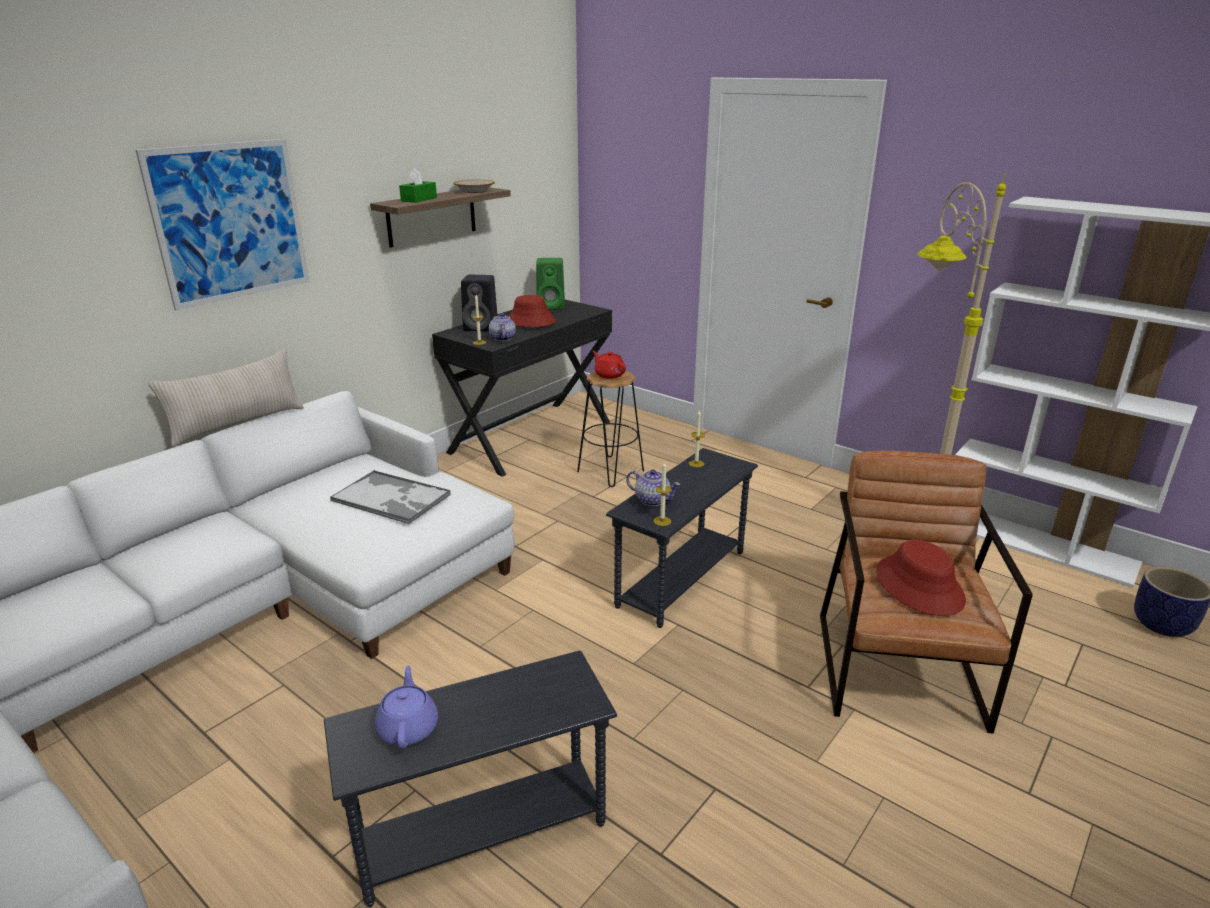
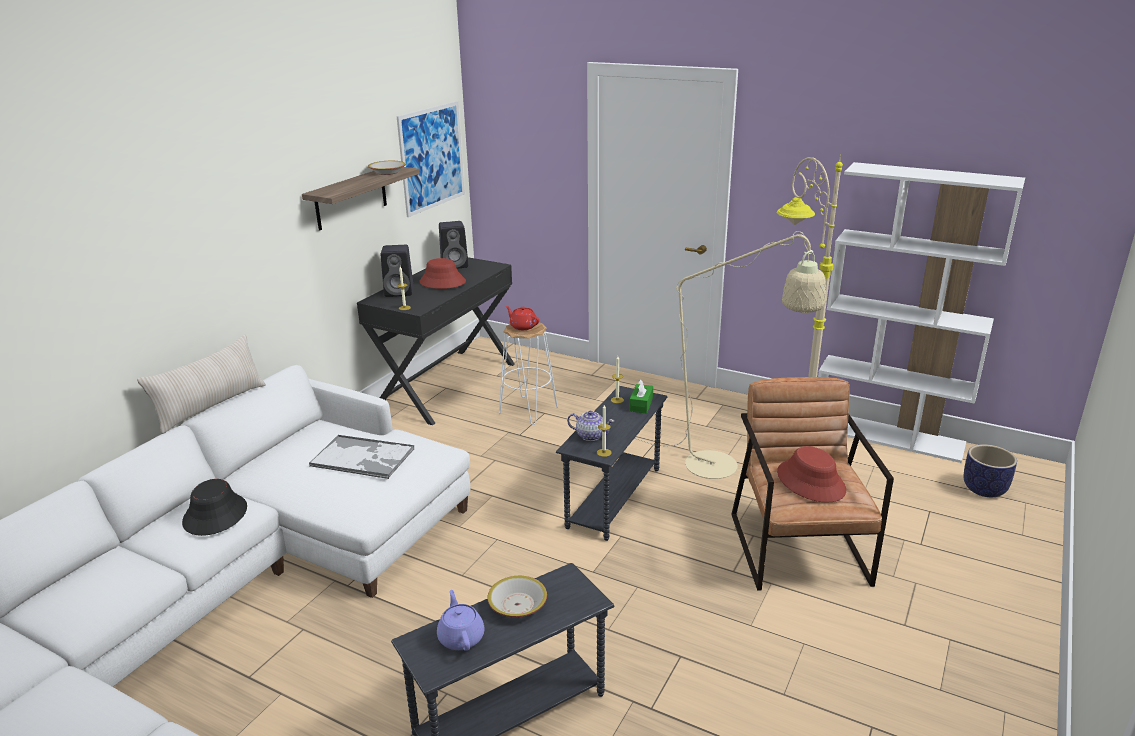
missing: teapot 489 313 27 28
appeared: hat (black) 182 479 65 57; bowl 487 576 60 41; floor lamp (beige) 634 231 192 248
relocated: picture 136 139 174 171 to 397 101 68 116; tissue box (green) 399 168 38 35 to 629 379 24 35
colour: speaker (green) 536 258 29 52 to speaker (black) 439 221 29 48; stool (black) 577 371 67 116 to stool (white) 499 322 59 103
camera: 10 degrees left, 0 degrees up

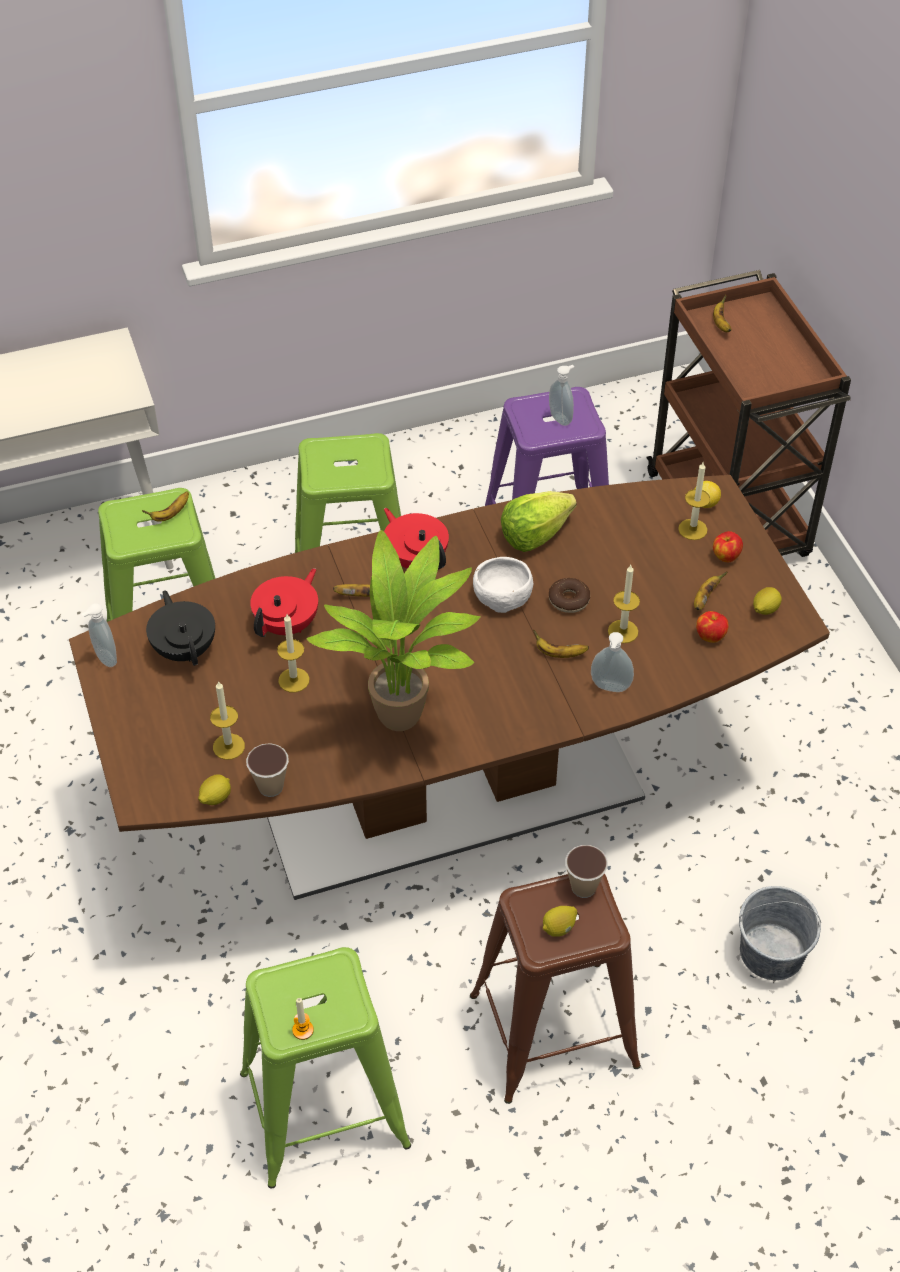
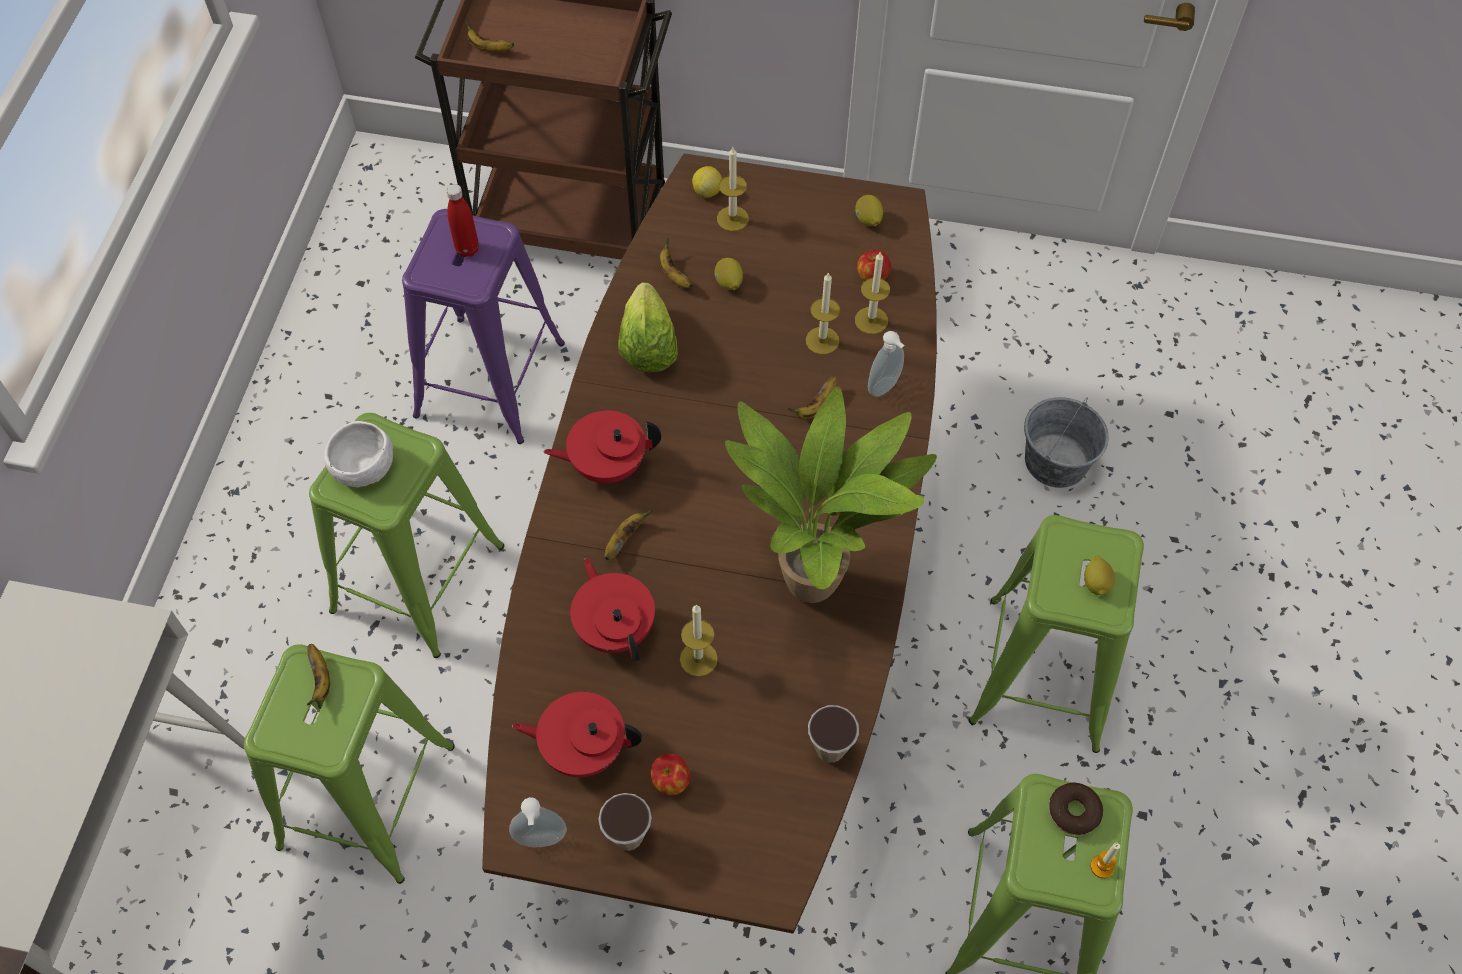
relocated: lemon 198 774 33 31 to 715 258 28 32; candle 210 681 35 79 to 855 252 35 82; bowl (white) 473 557 60 56 to 324 421 69 66; donut 549 578 41 35 to 1048 783 55 52; cup 565 845 43 53 to 598 793 54 58; banana 694 571 34 39 to 659 237 34 51; apple 713 531 30 31 to 651 754 39 41
exchanged: soap dispenser 549 365 25 61 to bottle (red) 447 184 32 73
colour: teapot (black) 146 590 69 76 to teapot (red) 512 692 130 85; stool (brown) 470 874 171 230 to stool (green) 969 515 175 238
camera: 60 degrees left, 10 degrees up

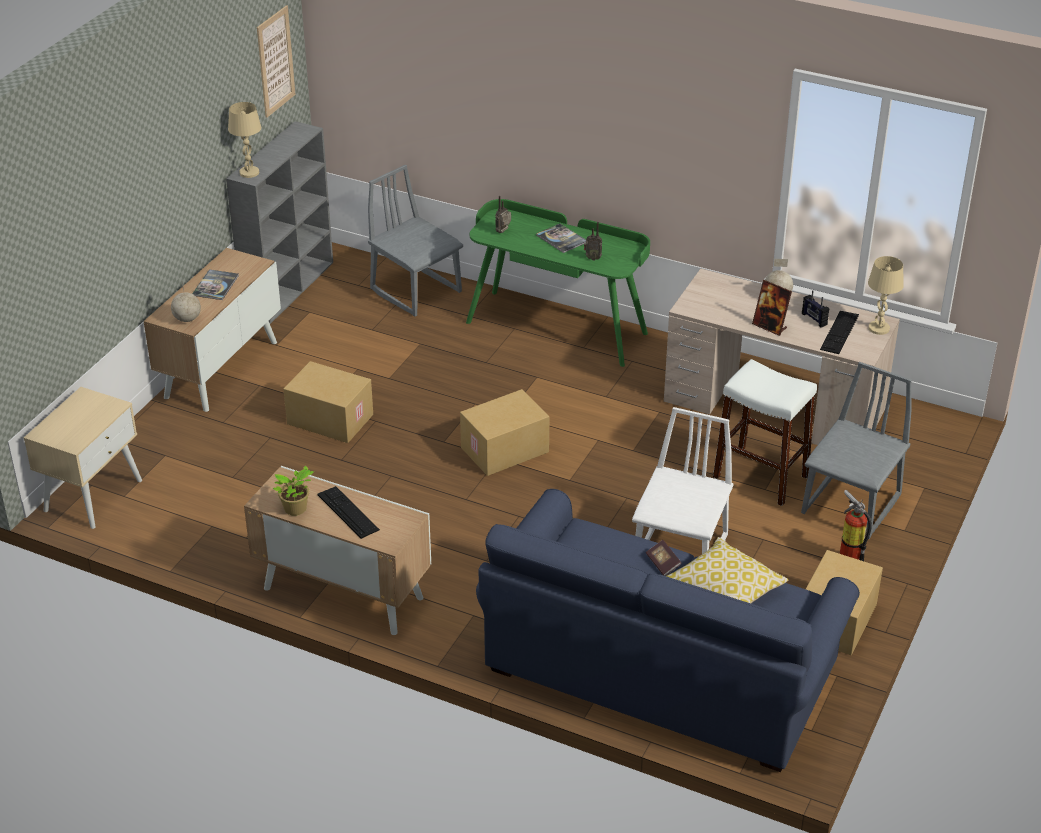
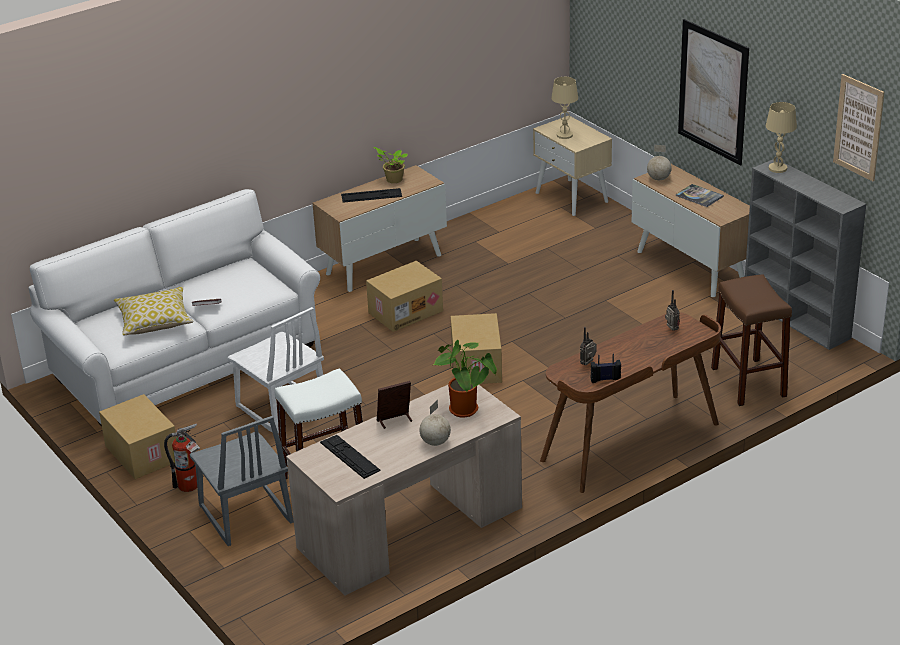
missing: book 536 224 50 29
appeared: potted plant 433 340 64 78; picture 678 19 71 147
relocated: cardboard box 283 361 90 82 to 366 261 77 71; radio 802 290 27 37 to 590 354 31 29; table lamp (beige) 868 256 36 79 to 551 77 27 62
exchanged: chair (grey) 368 165 95 152 to stool (brown) 711 274 81 132
colour: desk (green) 466 199 184 168 to desk (brown) 540 312 181 181; sofa (blue) 476 489 384 283 to sofa (white) 28 189 292 237
camera: 120 degrees right, 5 degrees down

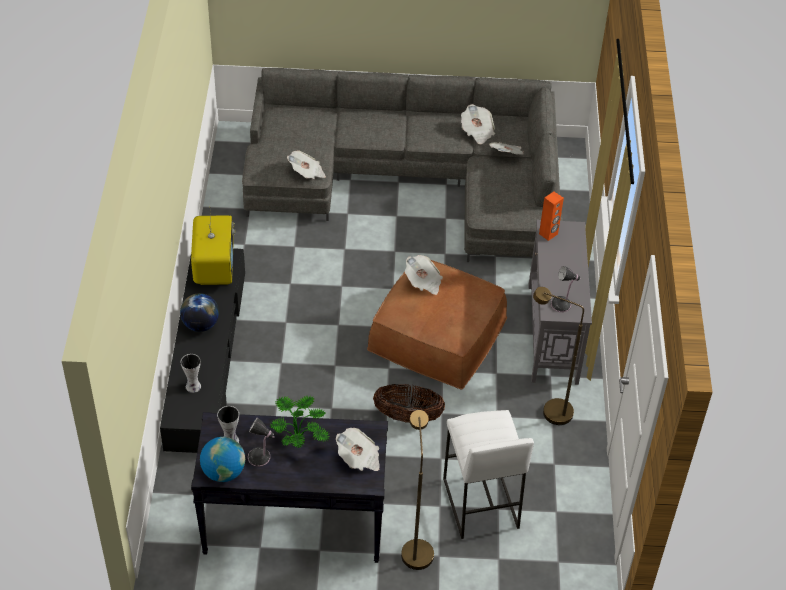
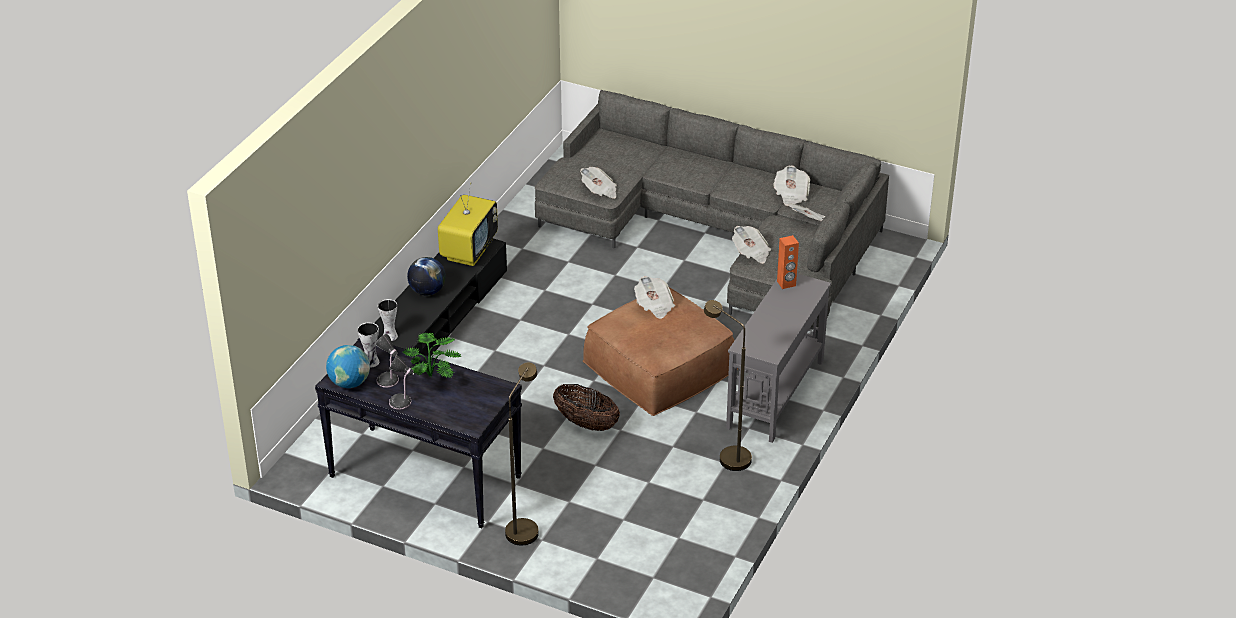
missing: stool (white) 443 410 91 129
relocated: newspaper 336 428 44 43 to 732 226 39 38; table lamp 551 266 30 46 to 389 355 25 55
camera: 25 degrees right, 10 degrees down

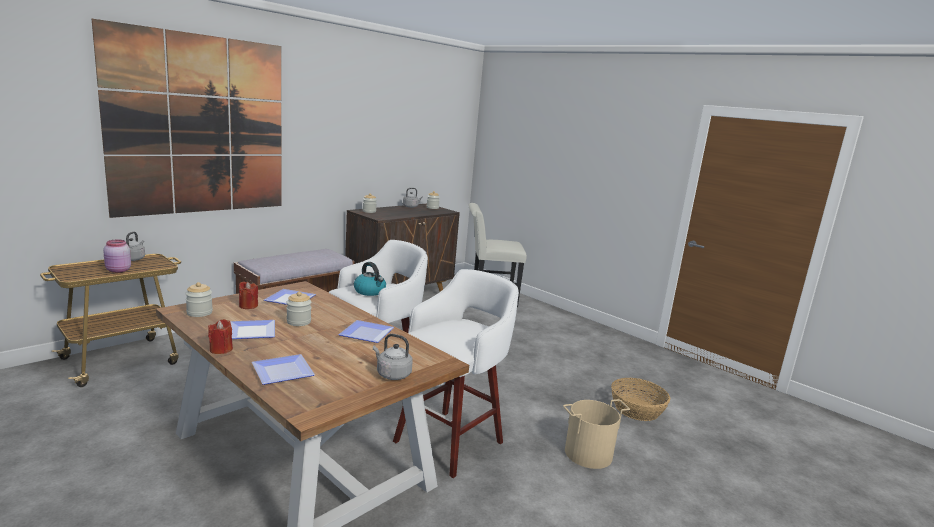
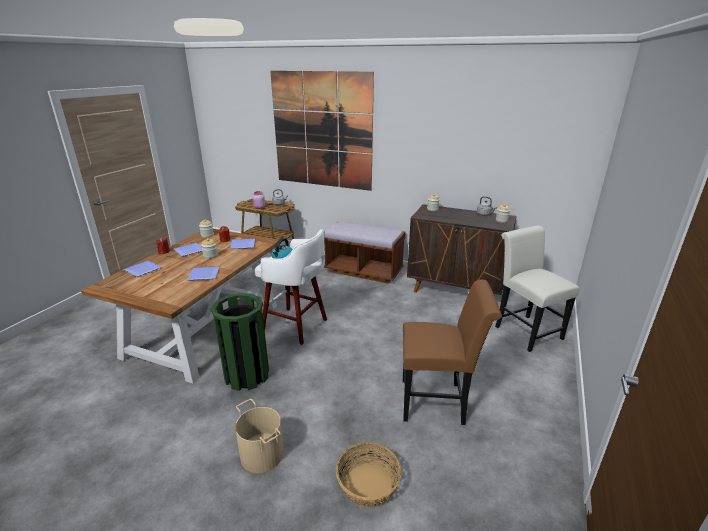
missing: kettle (grey) 373 334 40 46
appeared: chair (brown) 403 280 99 145
exchanged: stool (white) 393 269 126 209 to trash can (green) 211 293 58 98
camera: 70 degrees right, 10 degrees up

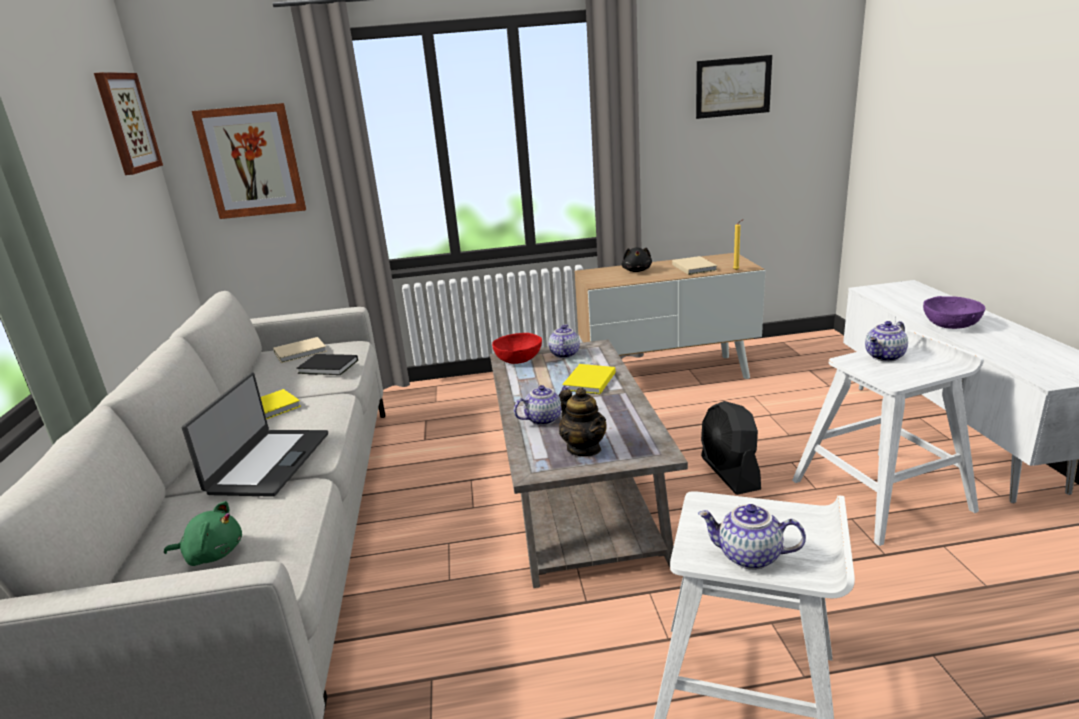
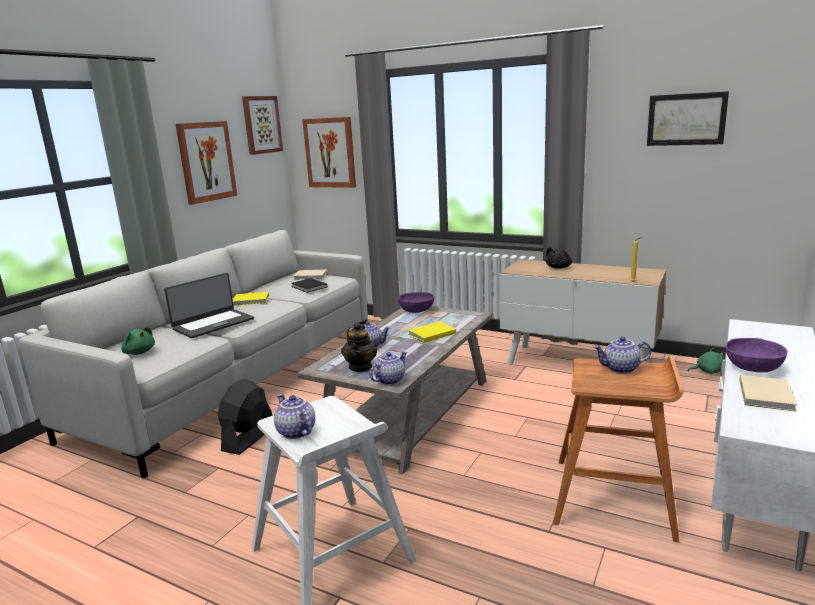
appeared: picture 175 121 62 84; plush toy (green) 688 348 36 26
relocated: teapot 549 324 31 34 to 370 352 37 33; book (beige) 672 256 45 19 to 740 375 57 37; fan (black) 701 401 60 94 to 217 379 56 76
colour: bowl (red) 492 333 50 31 to bowl (purple) 398 292 36 21; stool (white) 792 330 192 216 to stool (brown) 553 355 130 187
camera: 35 degrees right, 5 degrees down

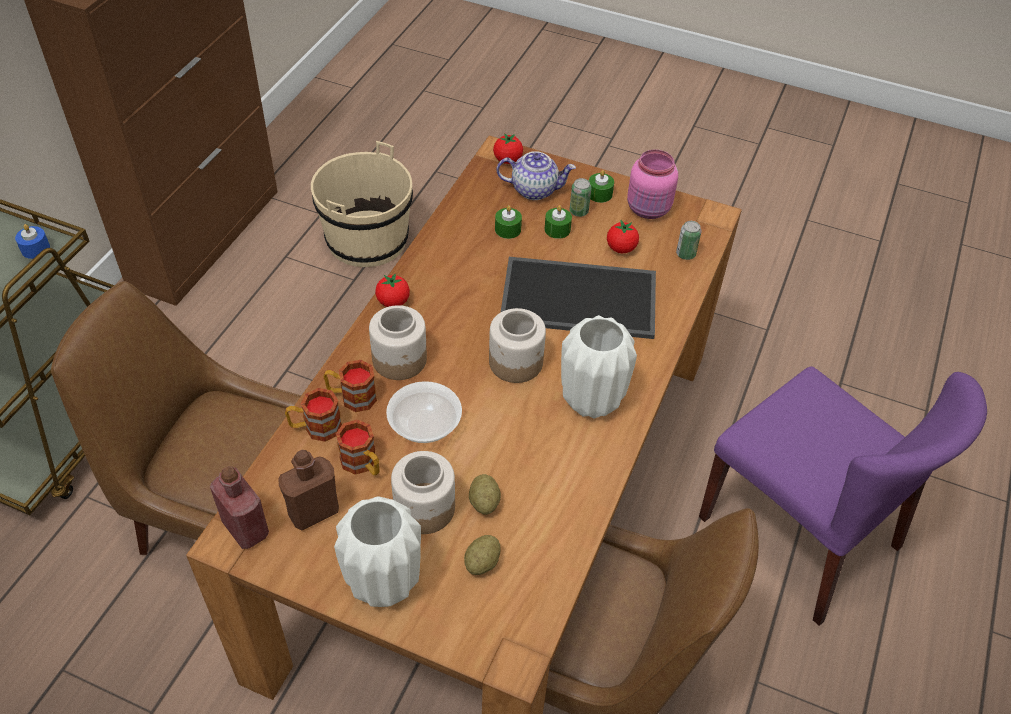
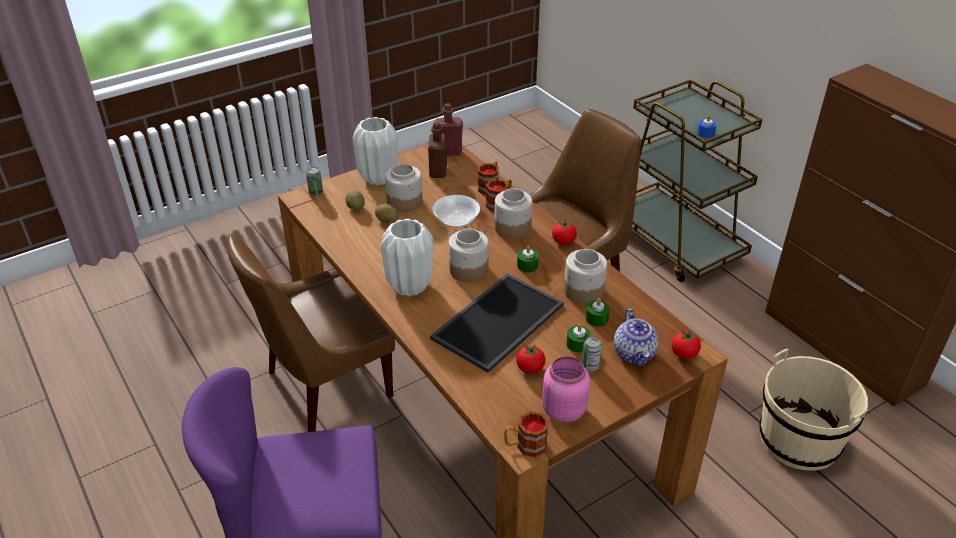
appeared: jar 564 249 43 55
relocated: mug 336 420 43 56 to 504 411 45 46; candle (green) 589 170 25 33 to 517 246 22 27; can 676 221 25 39 to 306 167 17 29
spun: teapot 497 151 79 49 = 614 309 44 57 45 degrees counterclockwise
camera: 125 degrees right, 10 degrees down

